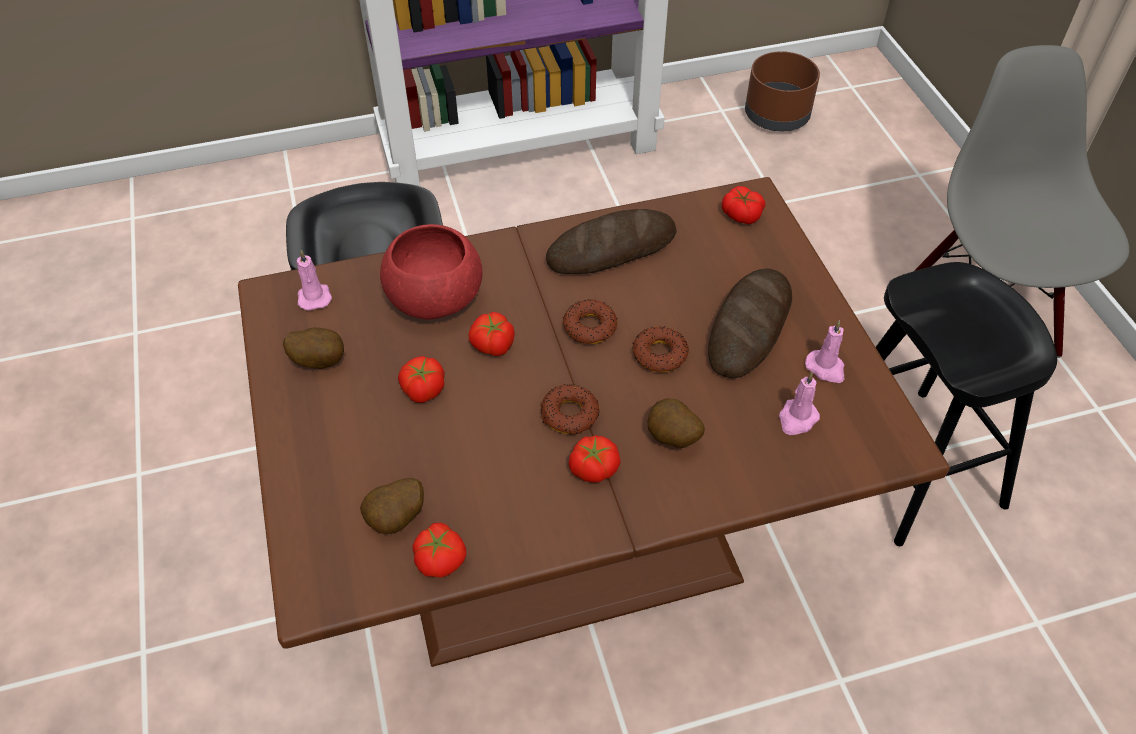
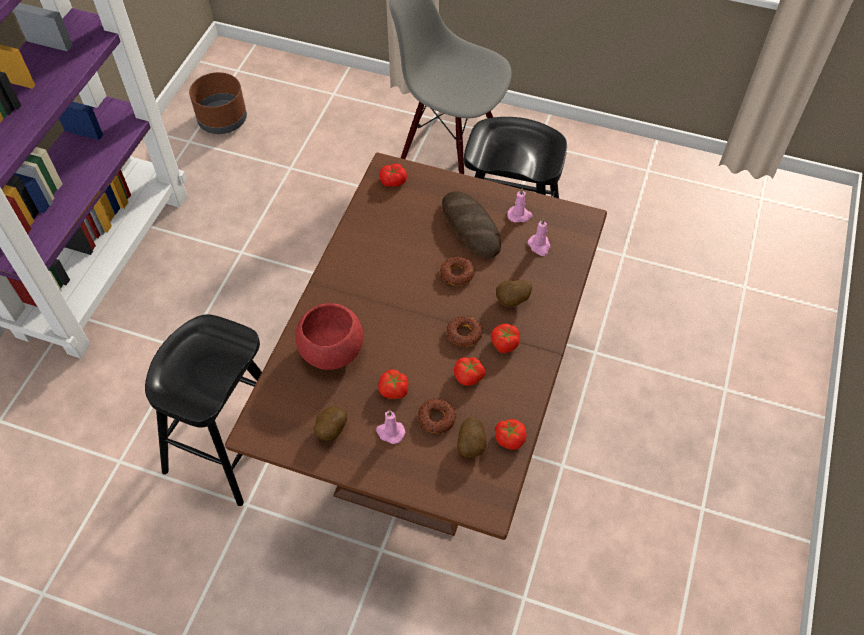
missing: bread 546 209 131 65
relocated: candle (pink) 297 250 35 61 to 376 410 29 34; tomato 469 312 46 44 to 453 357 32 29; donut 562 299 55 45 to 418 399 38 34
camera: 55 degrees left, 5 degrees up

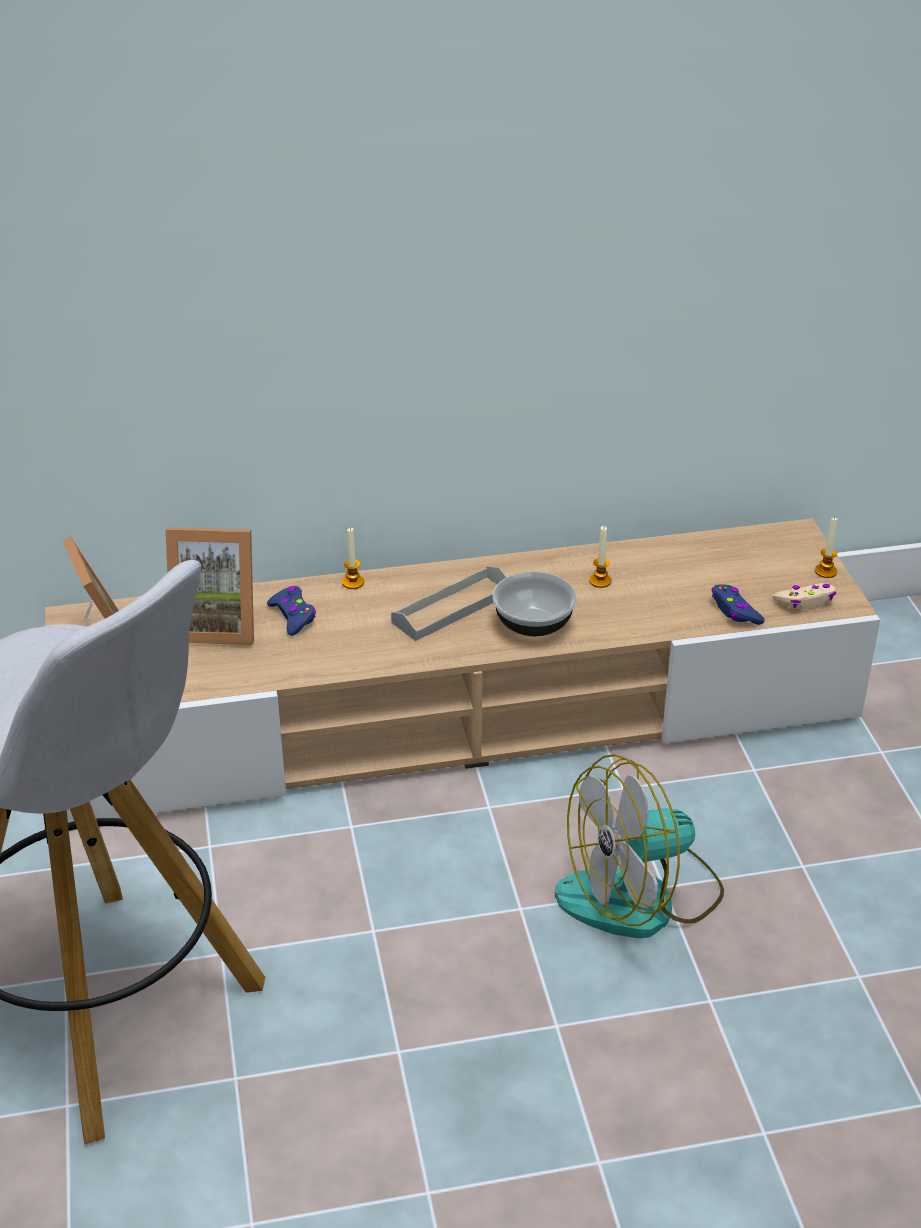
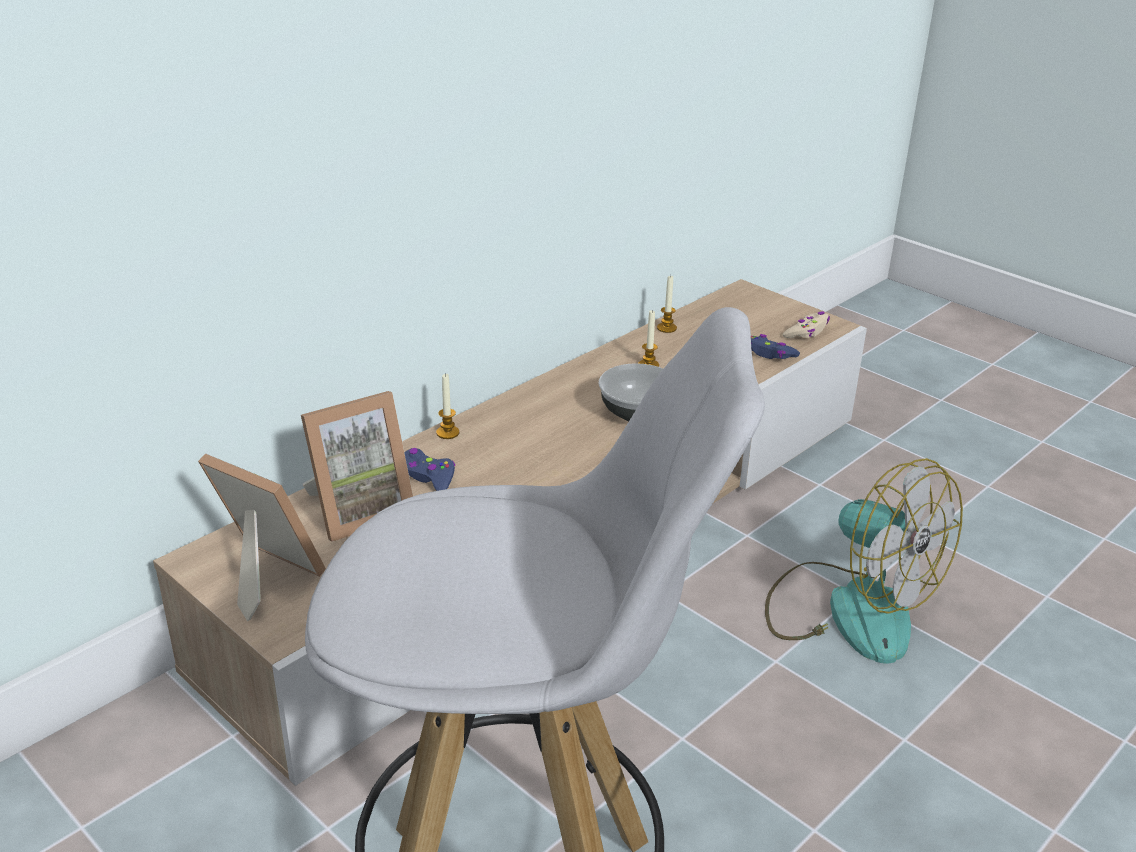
missing: tray (grey) 391 566 116 75
relocated: candle 815 517 23 61 to 657 275 20 58
spun: fan 555 754 169 184 = 765 458 198 206 75 degrees counterclockwise
camera: 35 degrees left, 5 degrees down

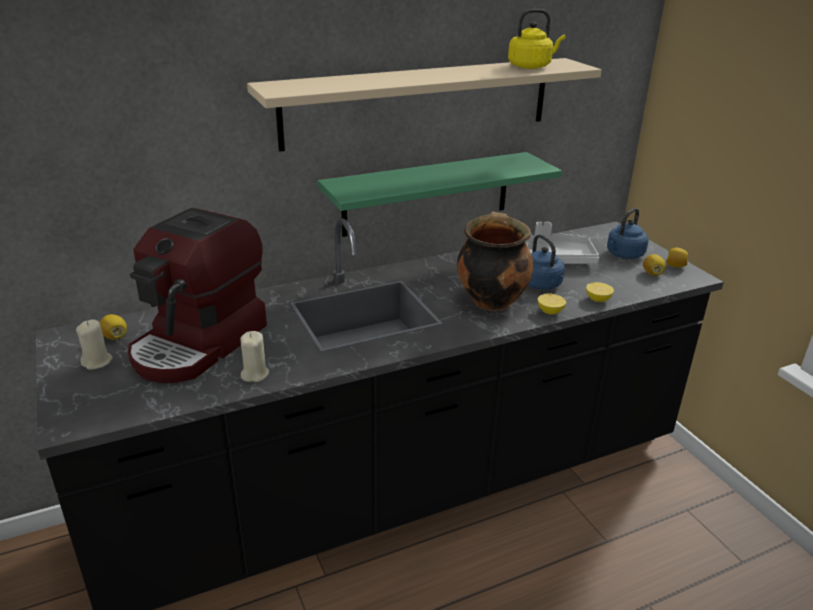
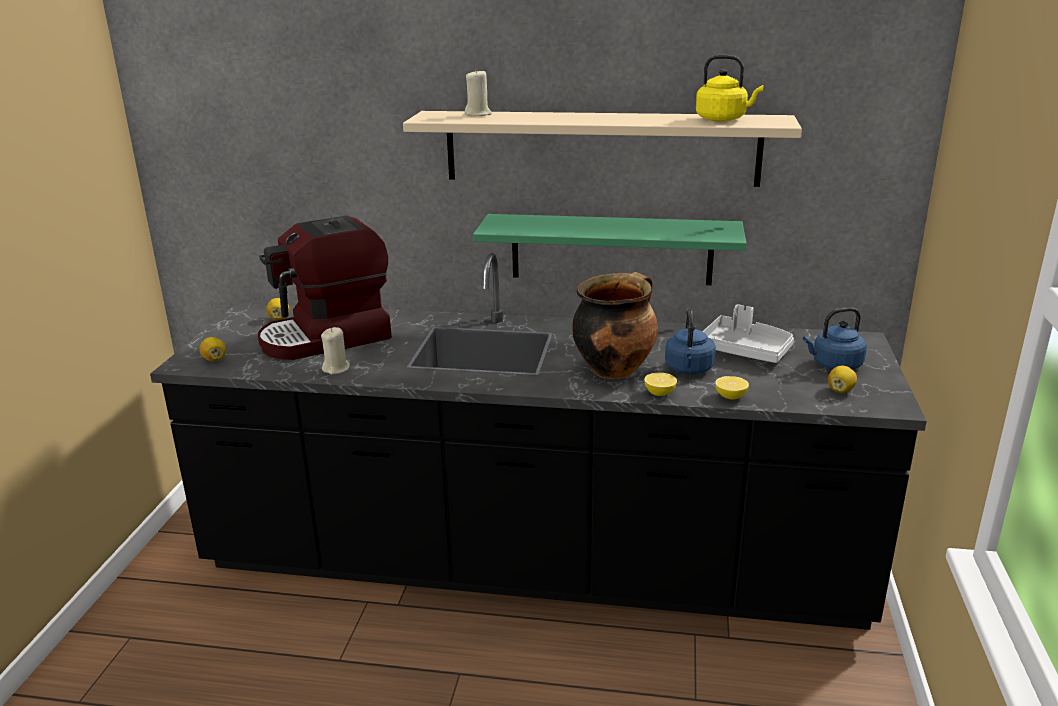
relocated: candle (beige) 76 319 37 51 to 465 69 27 47; lemon 666 248 22 19 to 199 337 27 24
camera: 35 degrees right, 5 degrees down

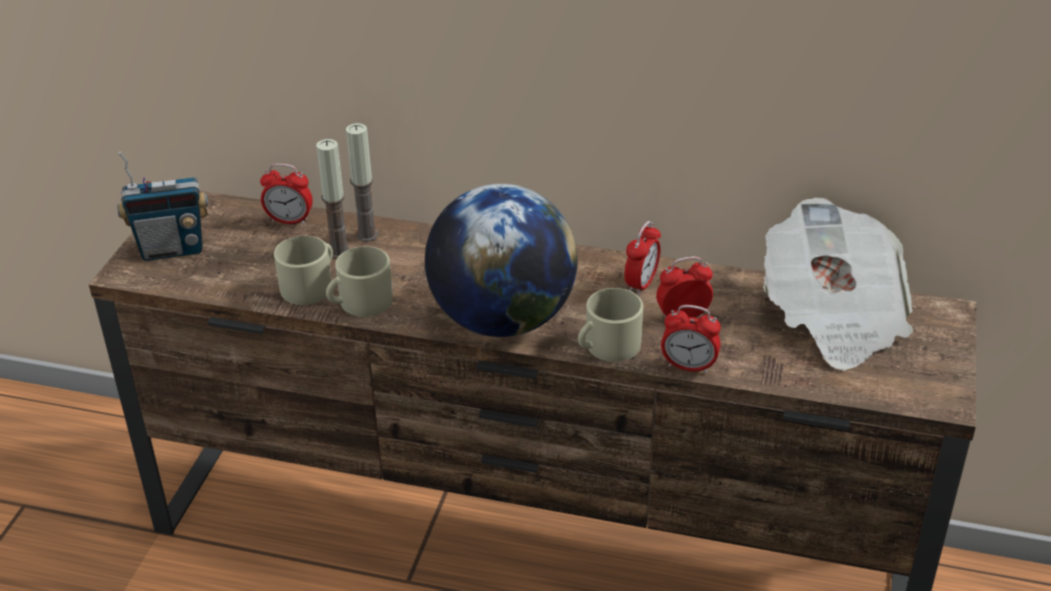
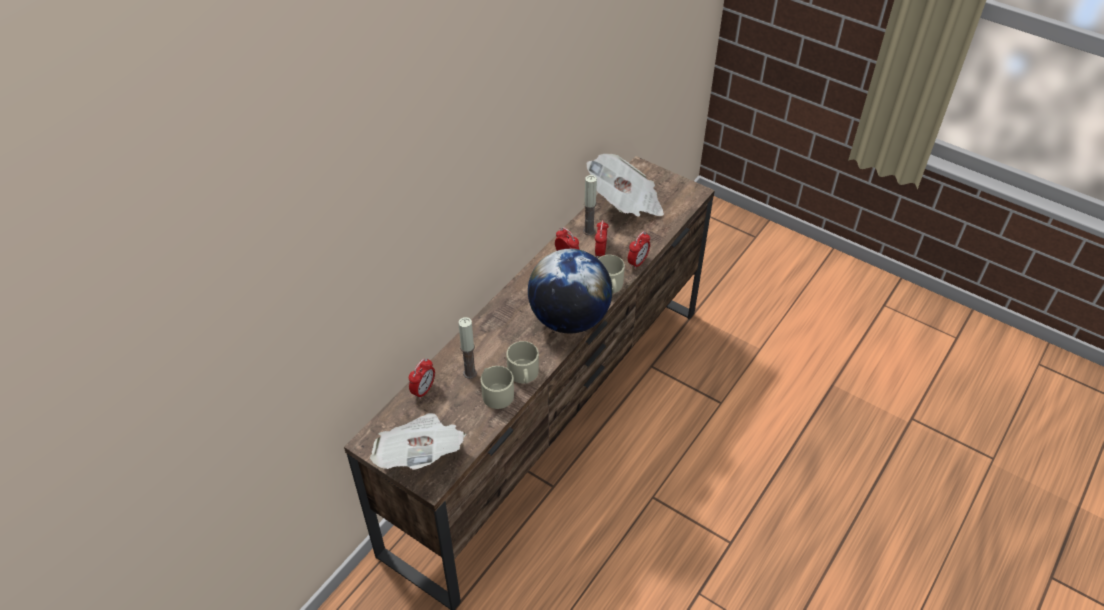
relocated: candle 346 123 32 119 to 583 175 14 60
exchanged: radio 117 151 91 110 to newspaper 370 413 96 57
camera: 70 degrees left, 10 degrees up

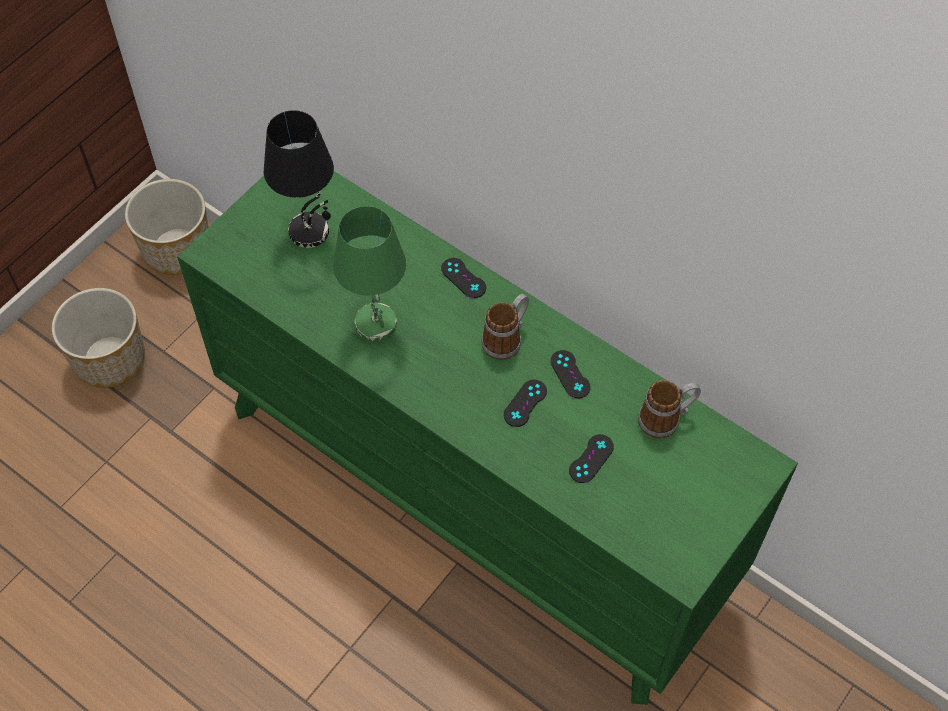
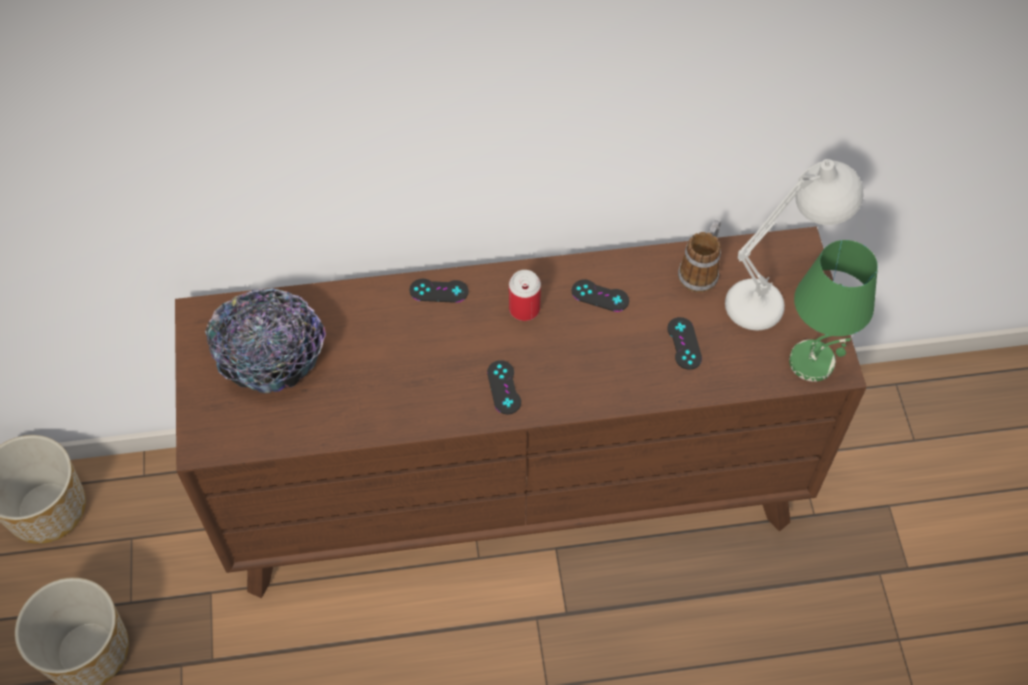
appeared: table lamp (white) 725 159 138 172
relocated: table lamp (green) 333 206 73 135 to 789 240 89 142; game controller (black) 503 380 44 47 to 487 360 34 54
exchanged: table lamp (black) 264 110 70 138 to bowl 205 288 121 105; mug 481 294 48 66 to can 509 270 32 51
colour: dresser (green) 177 147 621 558 to dresser (brown) 175 227 692 371
camera: 45 degrees left, 0 degrees up

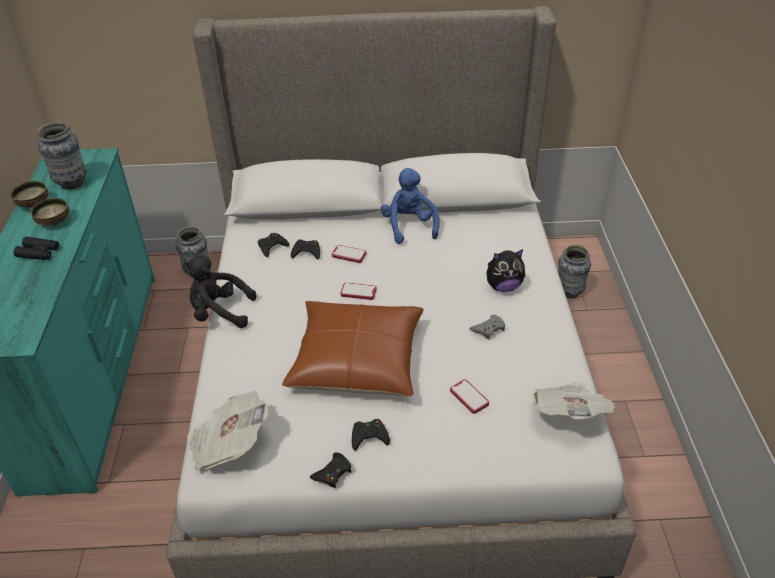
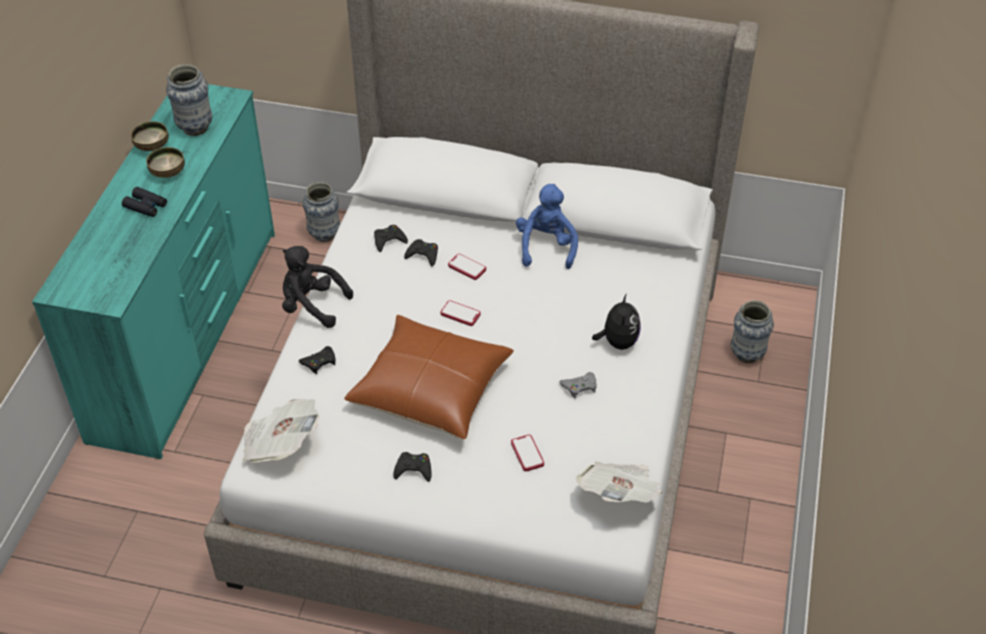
relocated: game controller (black) 310 452 42 36 to 299 346 37 28
spun: plush toy 486 249 39 43 = 592 293 49 57 90 degrees counterclockwise
camera: 15 degrees right, 5 degrees up

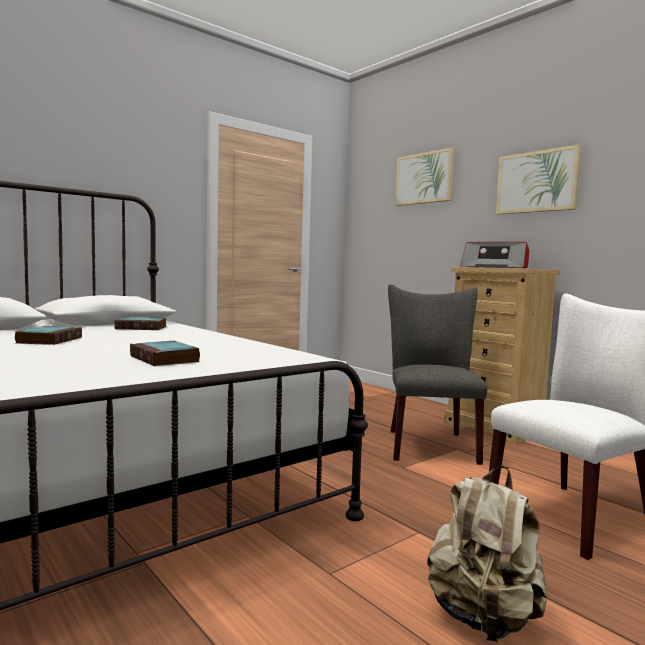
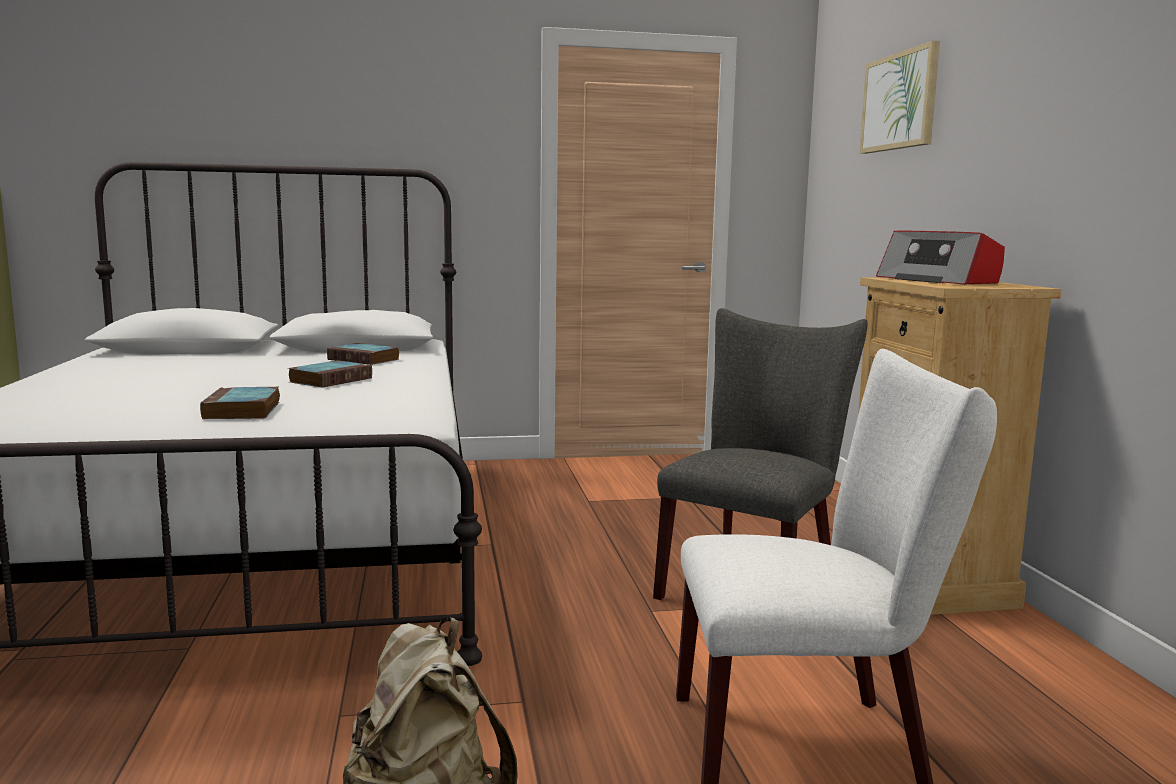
missing: picture 496 144 85 71
relocated: book 15 326 67 19 to 288 360 84 28
camera: 30 degrees right, 5 degrees up

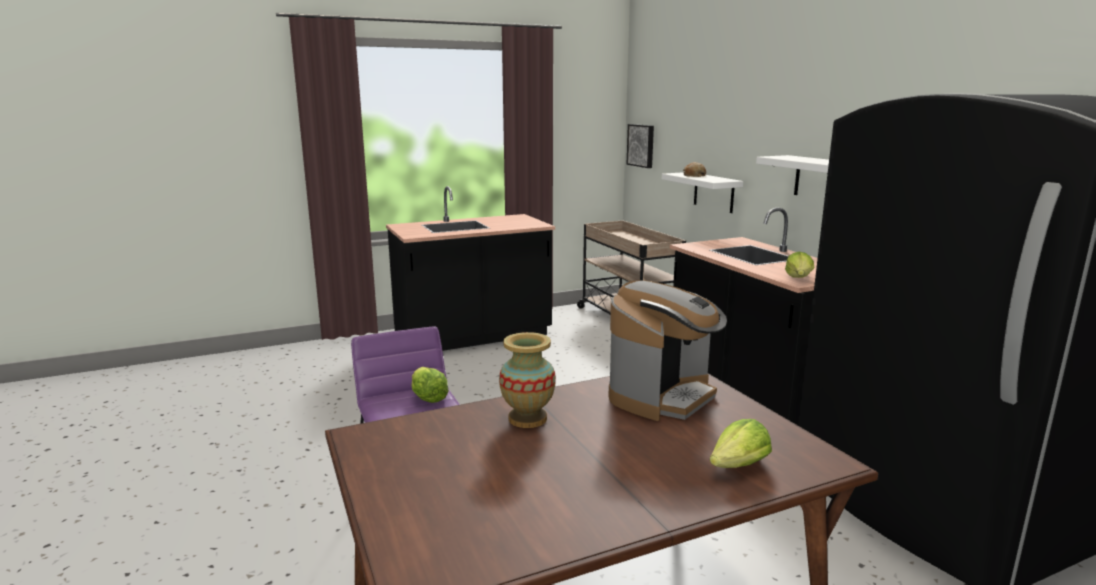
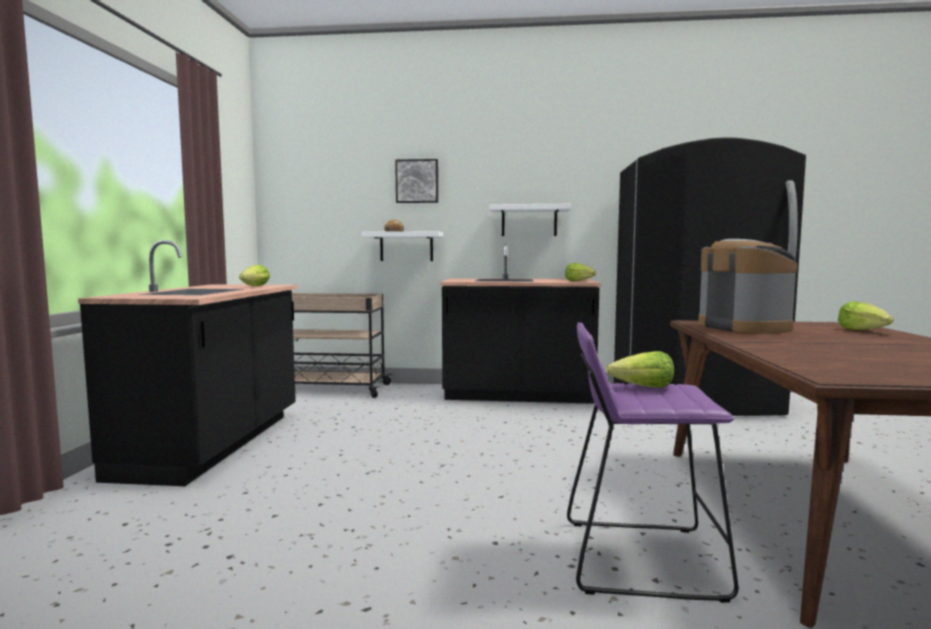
missing: vase 499 332 57 96
appeared: lettuce 239 265 31 21
relocated: picture 627 124 27 44 to 395 159 43 44
camera: 60 degrees left, 10 degrees down

